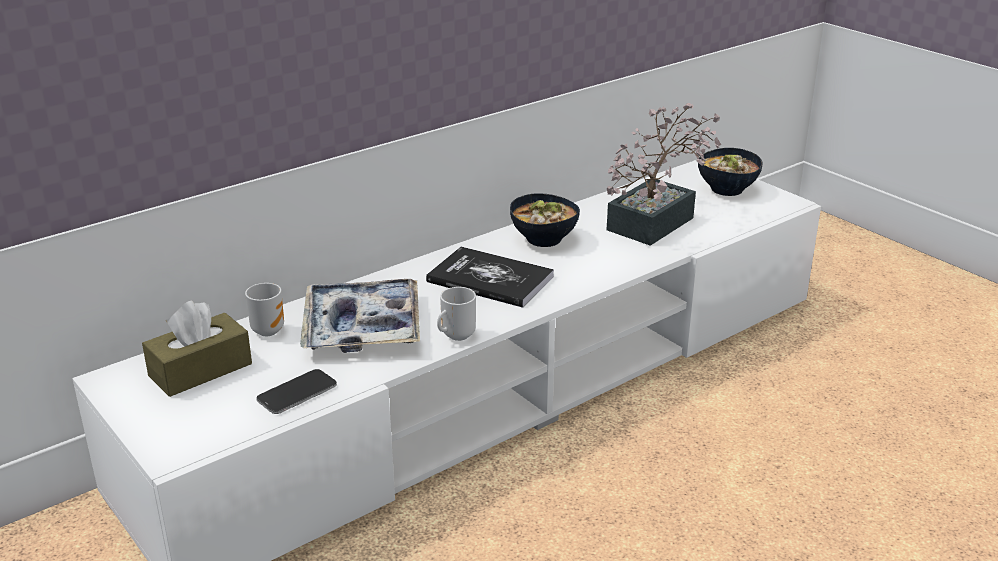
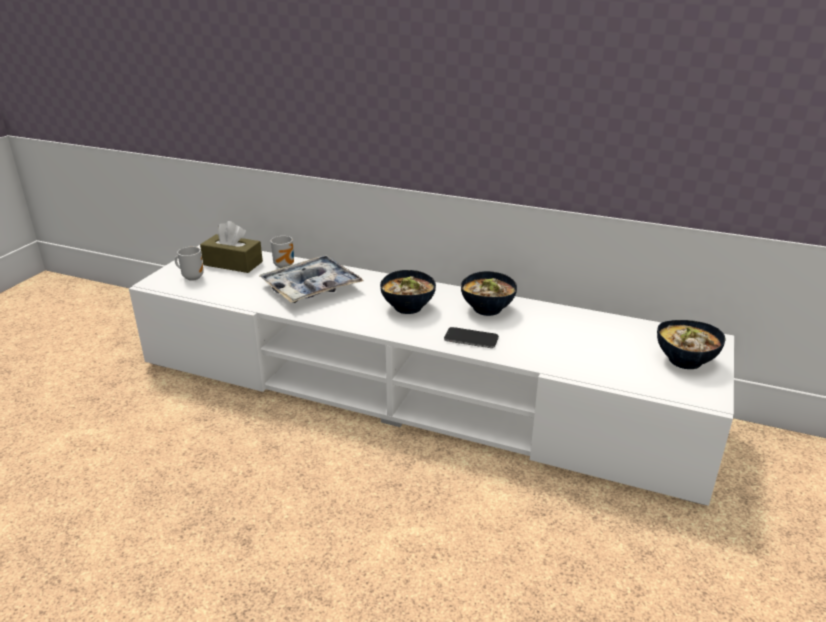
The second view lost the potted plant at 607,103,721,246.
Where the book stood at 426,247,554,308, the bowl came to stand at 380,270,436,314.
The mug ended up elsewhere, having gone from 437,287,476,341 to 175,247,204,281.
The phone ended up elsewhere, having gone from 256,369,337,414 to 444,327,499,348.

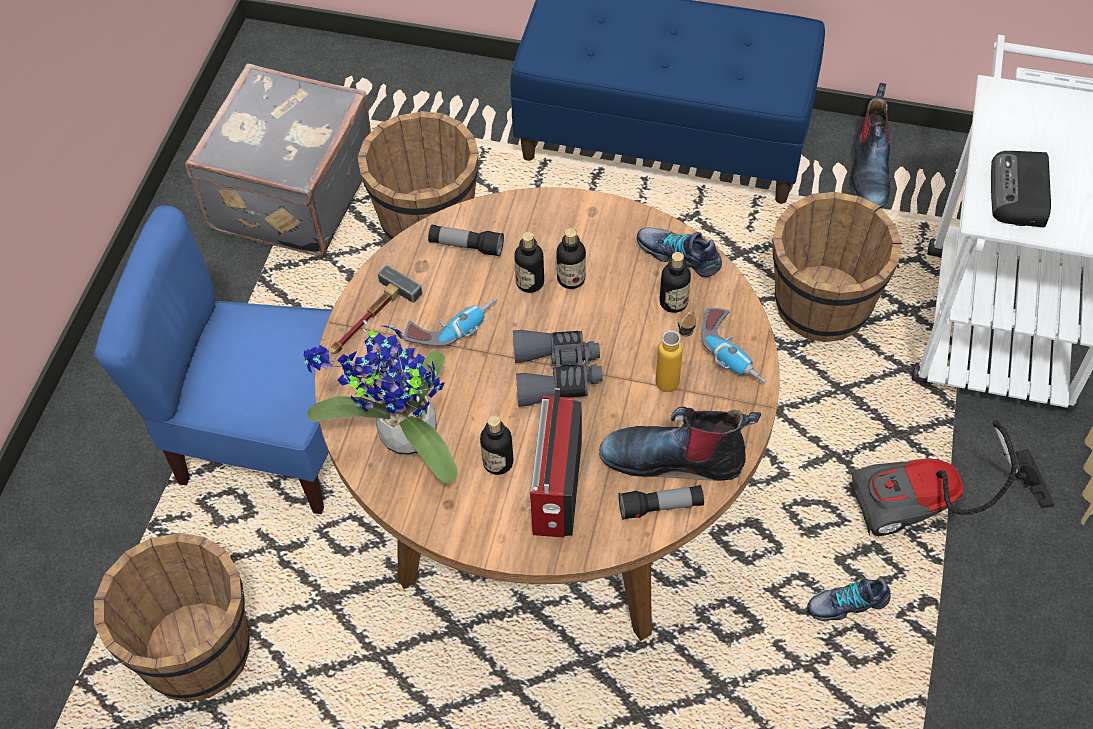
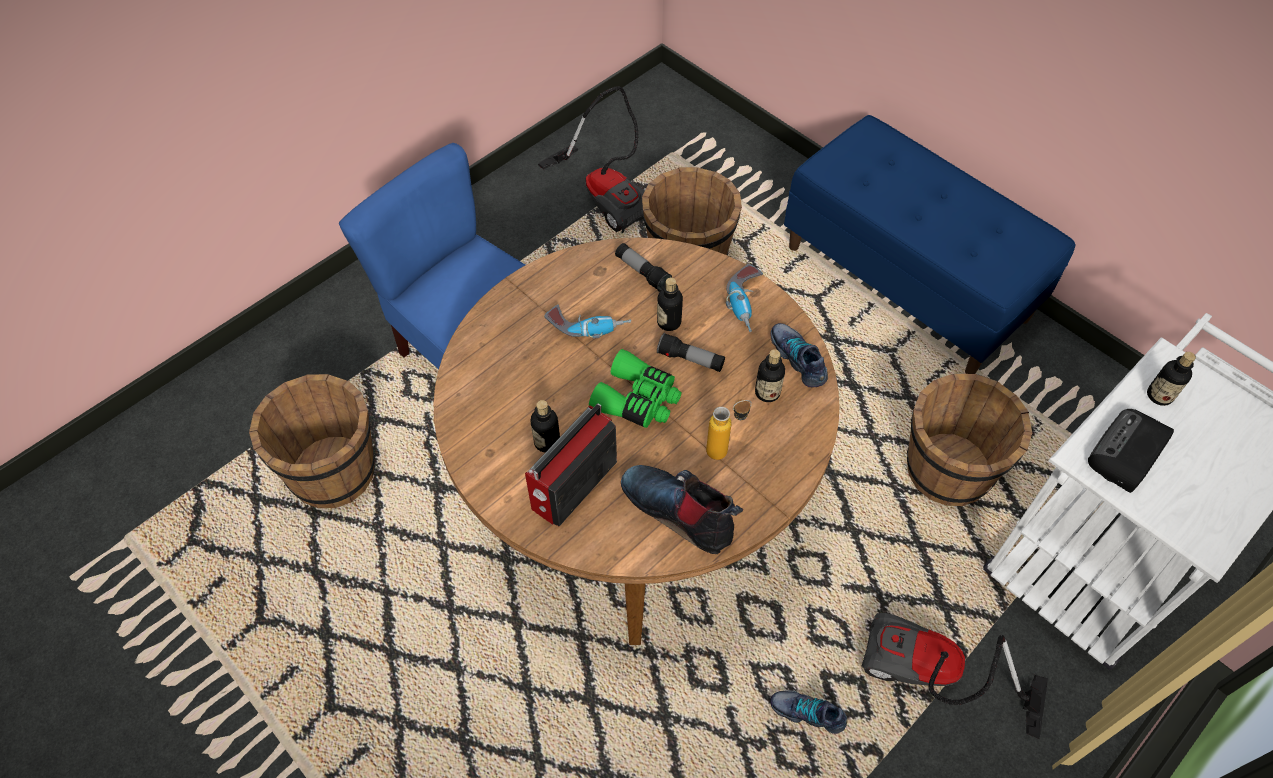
Where the grey suitcase stood at 185,64,371,256, the vacuum cleaner came to stand at 538,86,645,233.
The second view lost the boot at 849,83,890,207.
The bottle ended up elsewhere, having gone from 557,228,586,289 to 1147,352,1196,406.
The second view lost the hammer at 330,265,422,354.
The power drill ended up elsewhere, having gone from 702,308,766,383 to 726,264,763,332.
The second view lost the potted plant at 303,320,458,483.
What was the grey binoculars at 513,330,603,407 turned into the green binoculars at 589,349,681,428.
The flashlight ended up elsewhere, having gone from 619,485,704,520 to 657,333,725,372.

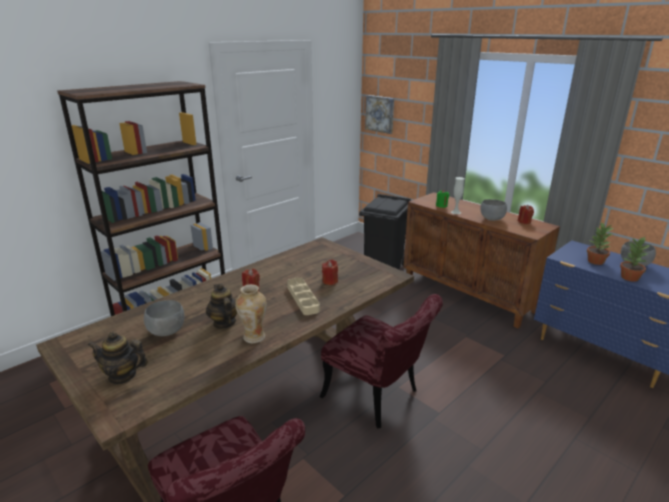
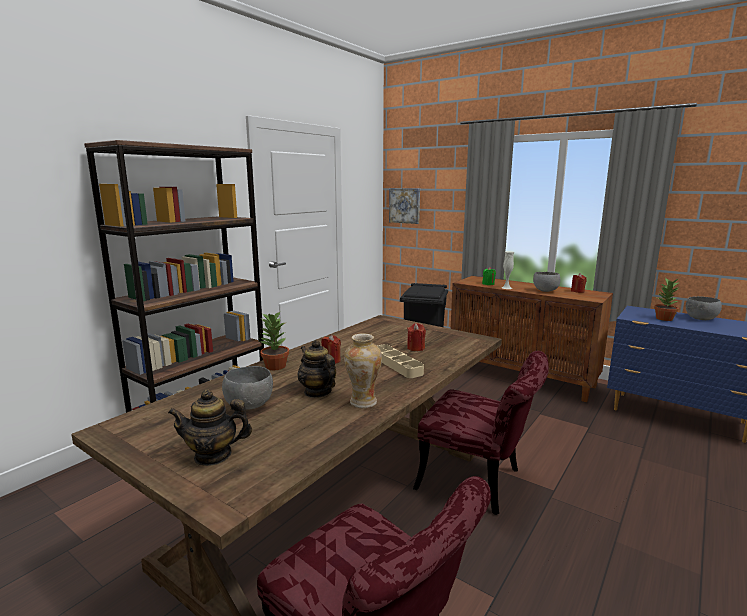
The potted plant ended up elsewhere, having gone from 620,237,650,282 to 260,311,289,370.

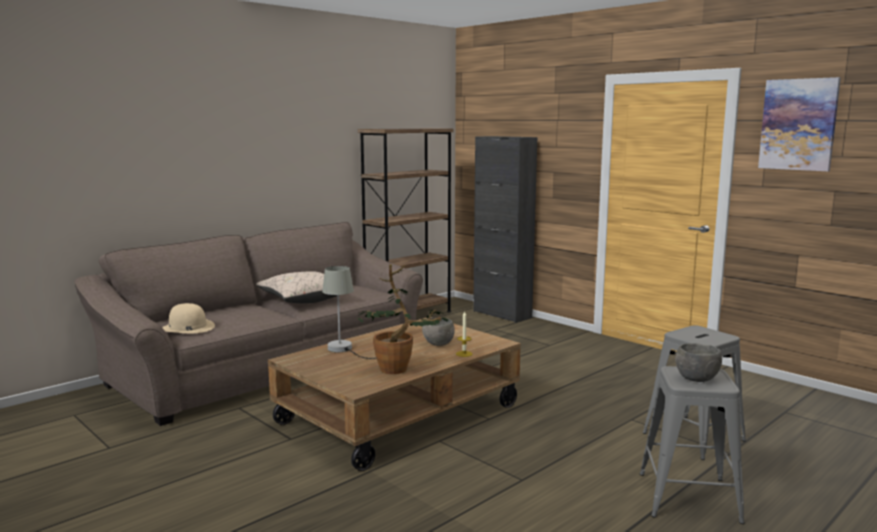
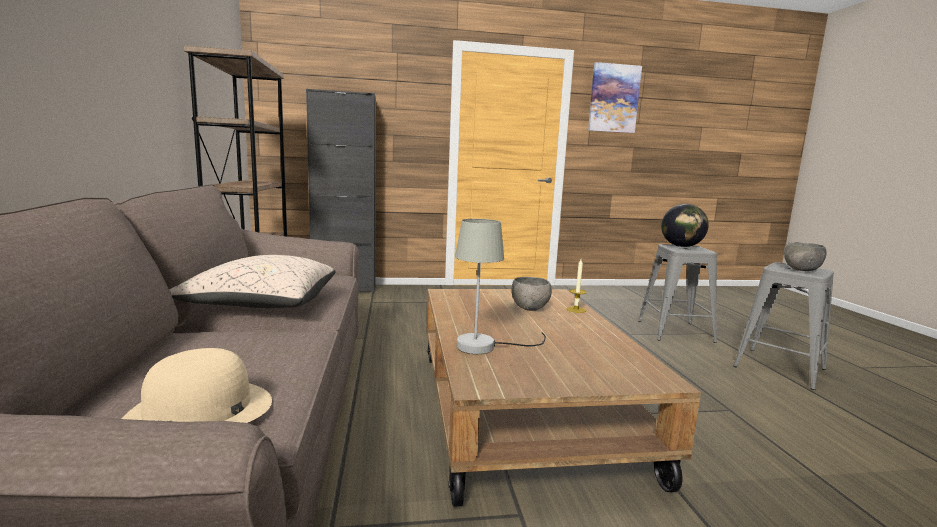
The second view lost the potted plant at 357,264,450,374.
The second view gained the globe at 661,204,709,247.

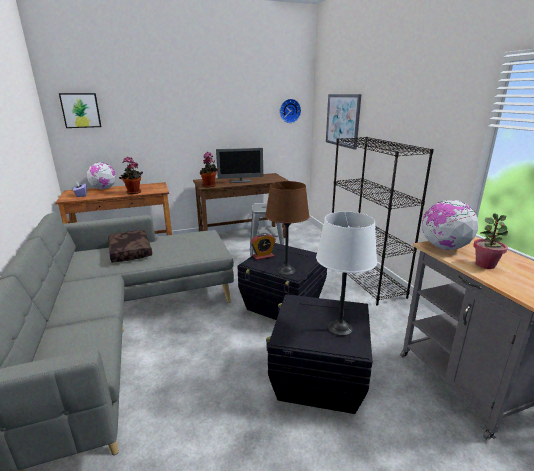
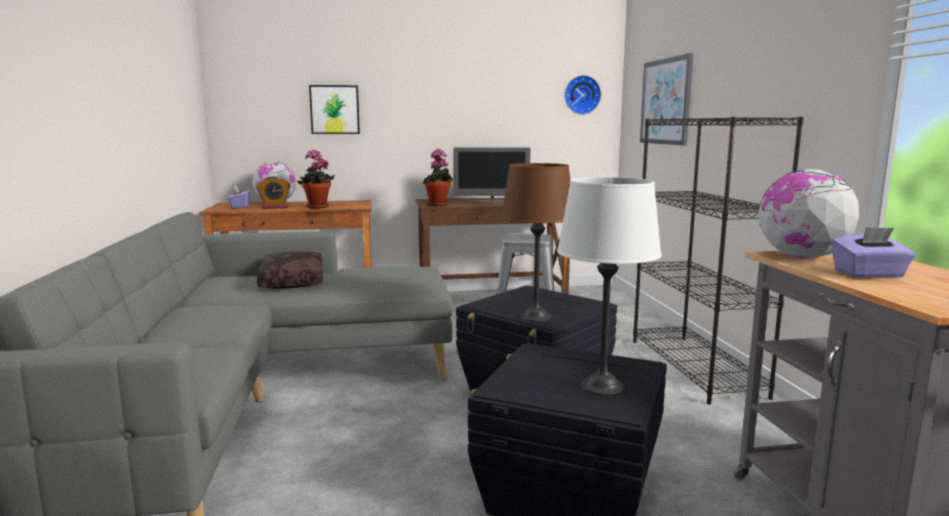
The picture ended up elsewhere, having gone from 59,93,102,128 to 309,85,360,134.
Where the potted plant stood at 473,213,508,269, the purple tissue box came to stand at 831,227,916,278.
The alarm clock ended up elsewhere, having gone from 250,233,276,260 to 257,176,290,209.

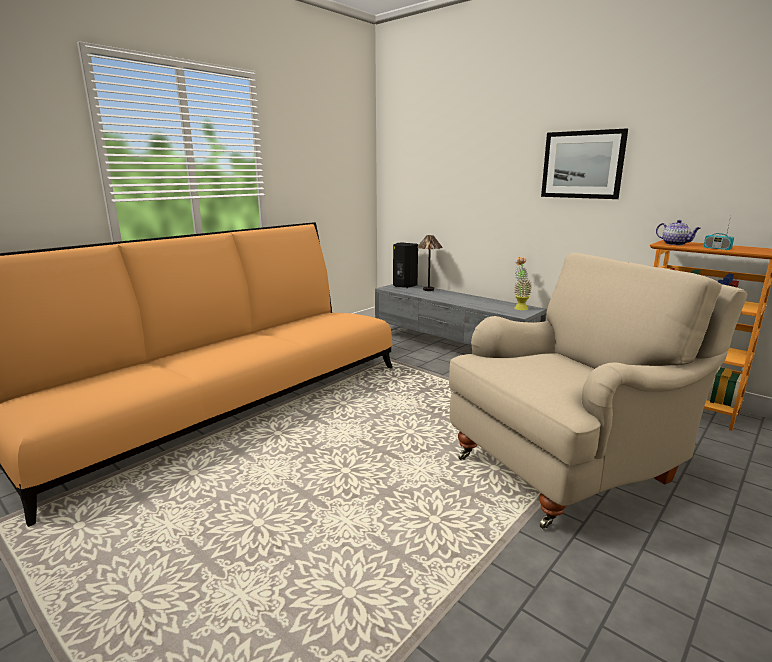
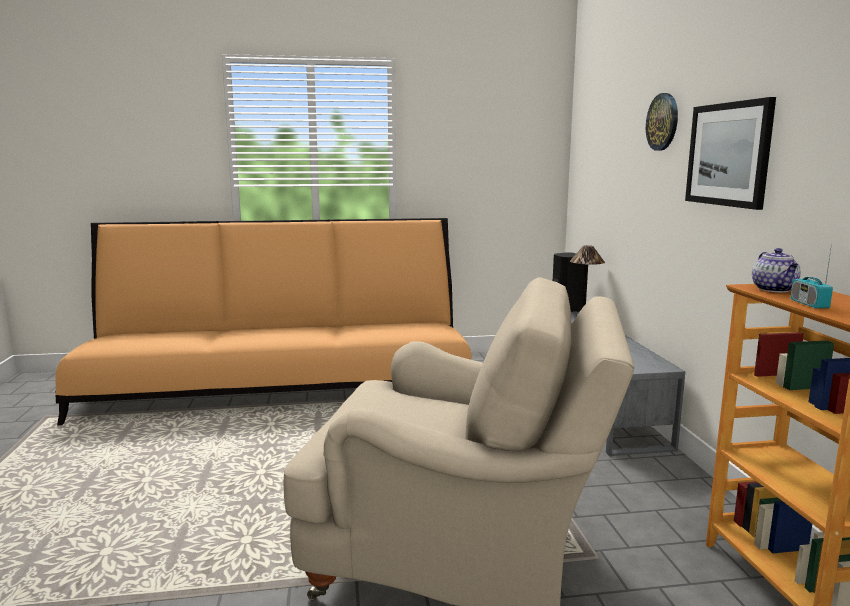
The second view lost the potted plant at 514,257,532,310.
The second view gained the wall clock at 646,93,678,151.

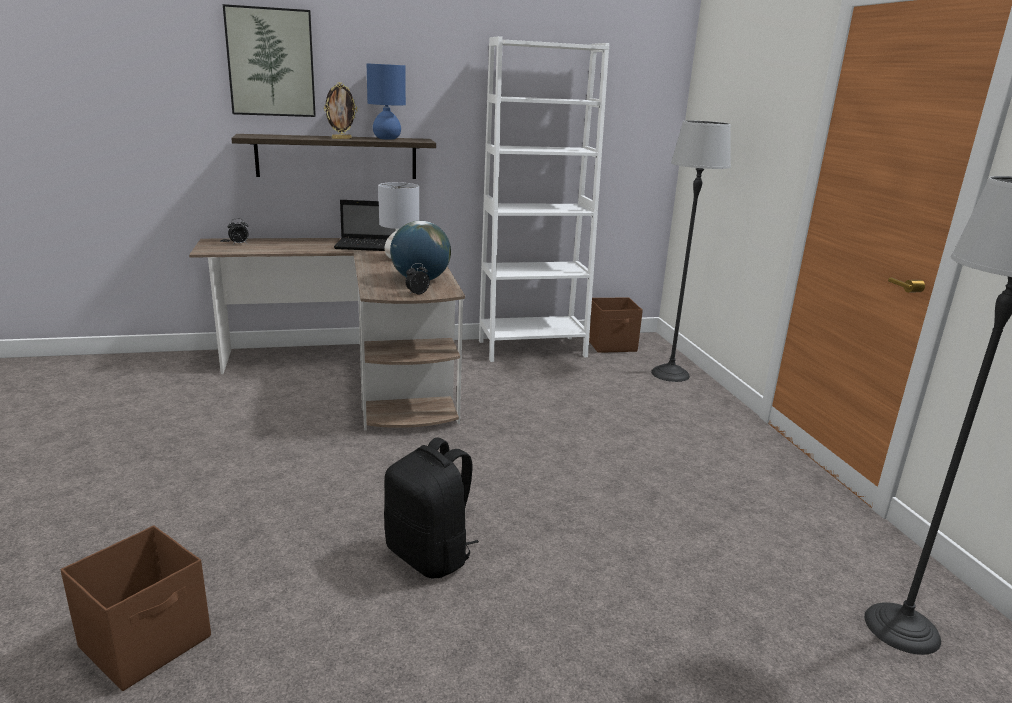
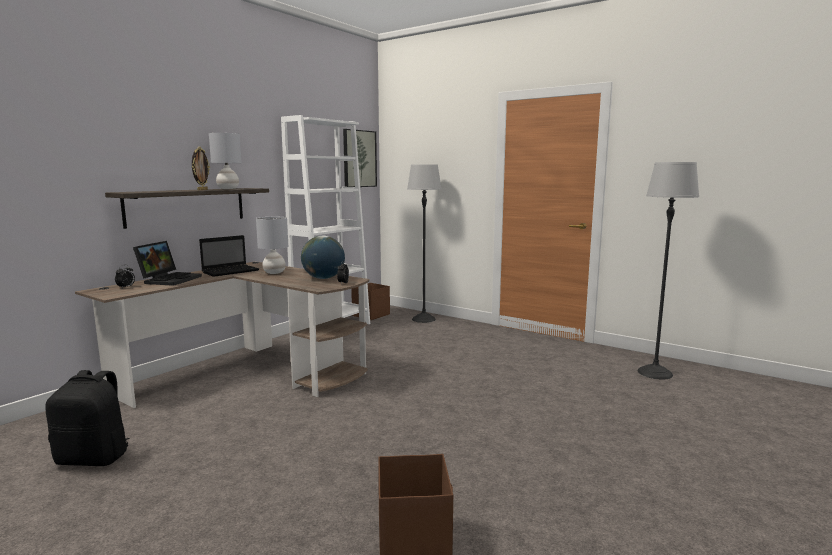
The picture ended up elsewhere, having gone from 223,4,316,117 to 343,129,377,187.
What was the blue table lamp at 367,63,406,140 turned into the grey table lamp at 209,133,242,189.
The black backpack ended up elsewhere, having gone from 384,437,479,578 to 45,370,129,466.
The second view gained the laptop at 133,241,202,286.

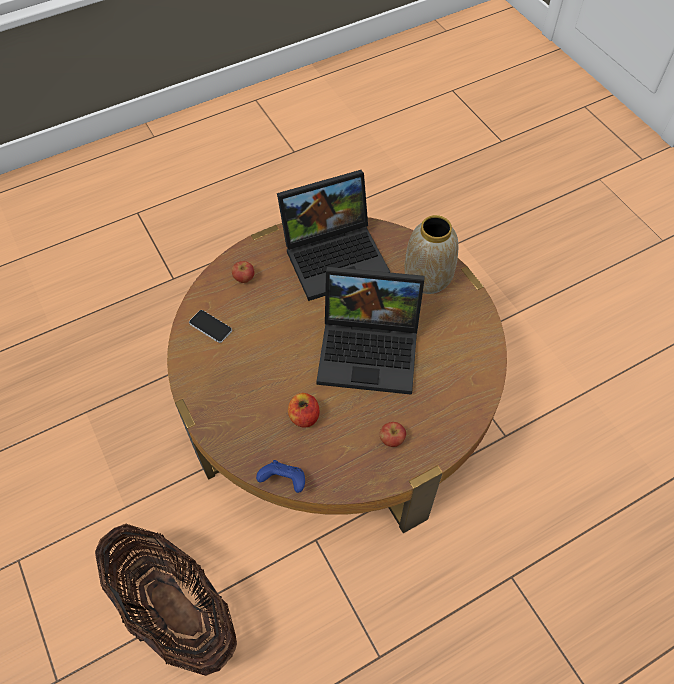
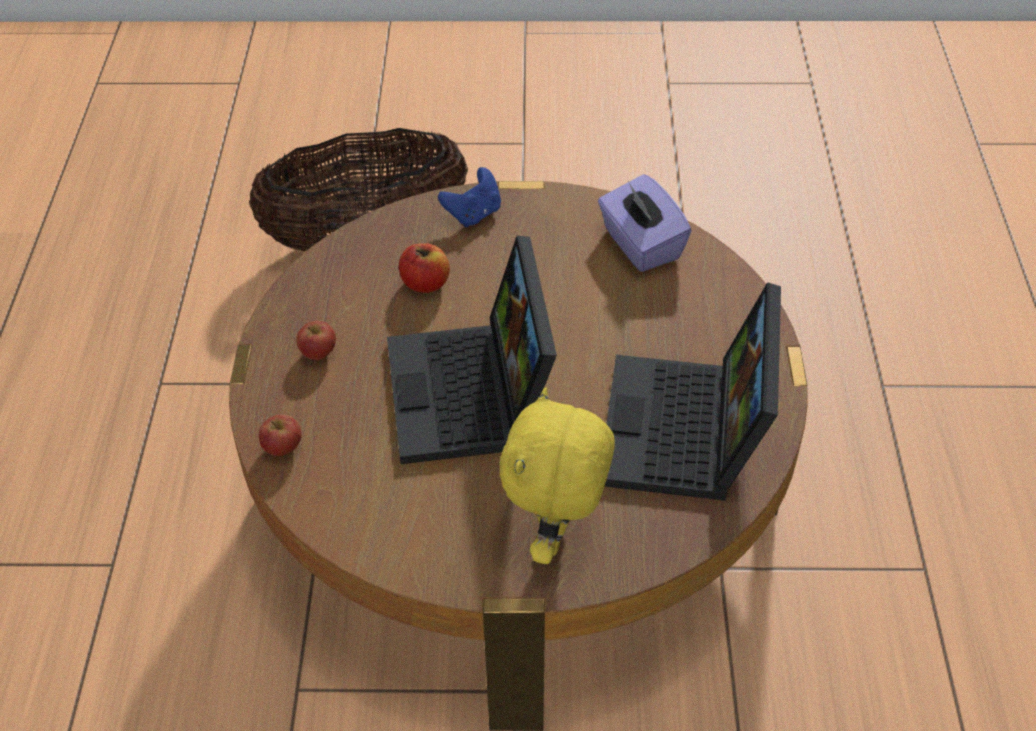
Where the vase stood at 404,215,458,294, the yellow plush toy came to stand at 500,387,615,564.
The apple ended up elsewhere, having gone from 232,261,255,283 to 259,414,302,456.
The laptop at 316,267,425,395 ended up facing another way, 45 degrees counterclockwise from before.
Where the phone stood at 189,310,232,343, the purple tissue box came to stand at 598,174,692,272.
The blue game controller ended up elsewhere, having gone from 256,460,305,493 to 438,167,501,227.

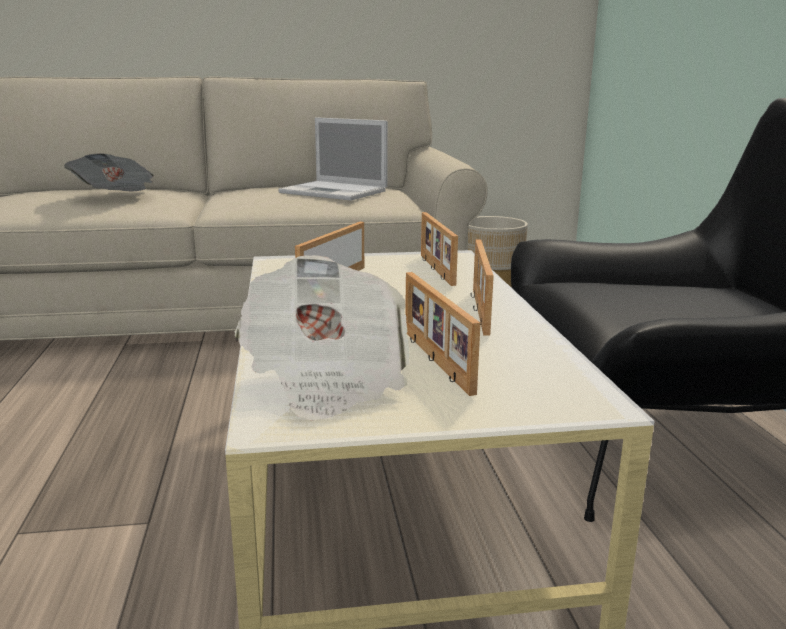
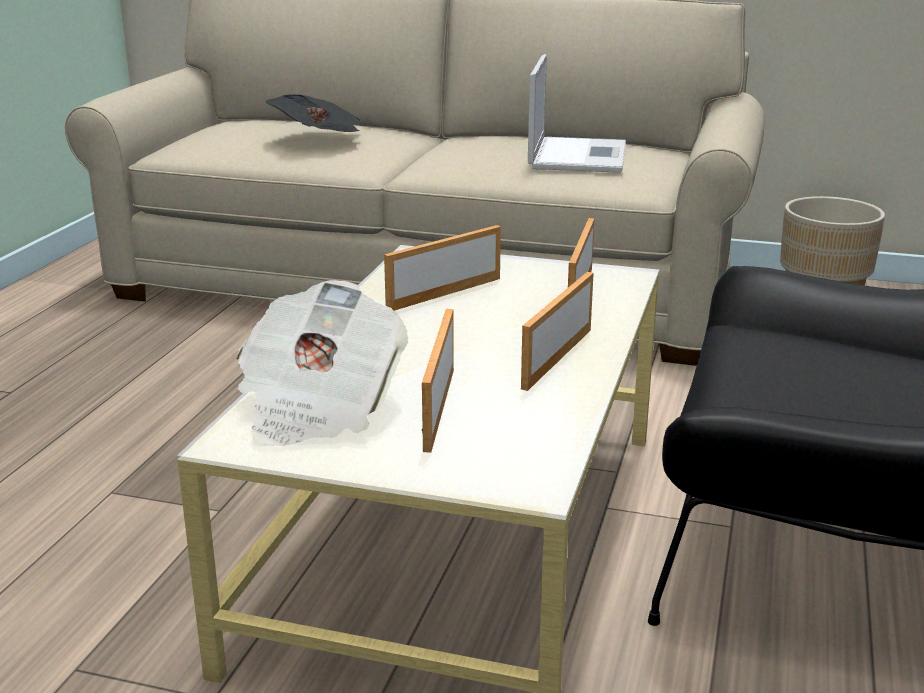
The laptop at 278,117,388,201 ended up facing another way, 135 degrees counterclockwise from before.

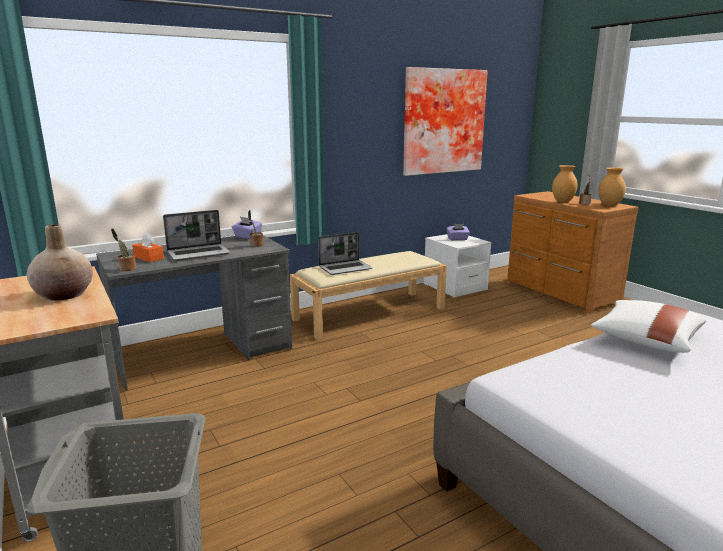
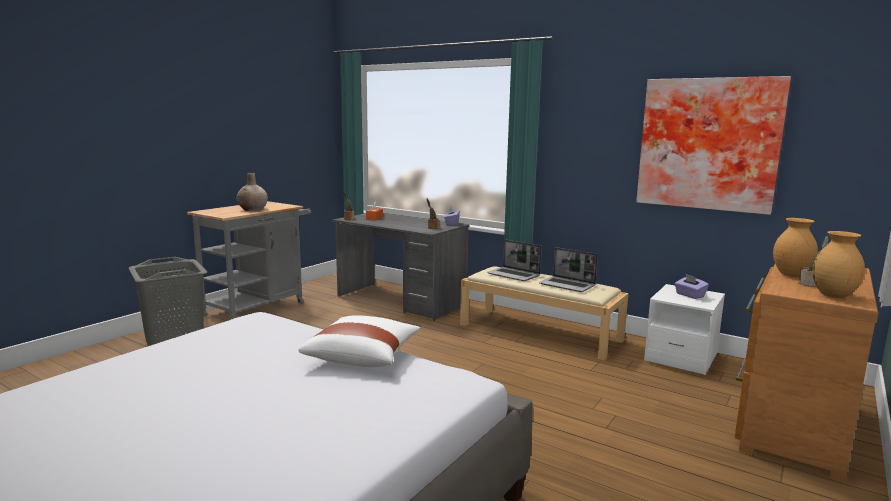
The laptop ended up elsewhere, having gone from 163,210,231,261 to 539,247,598,292.

